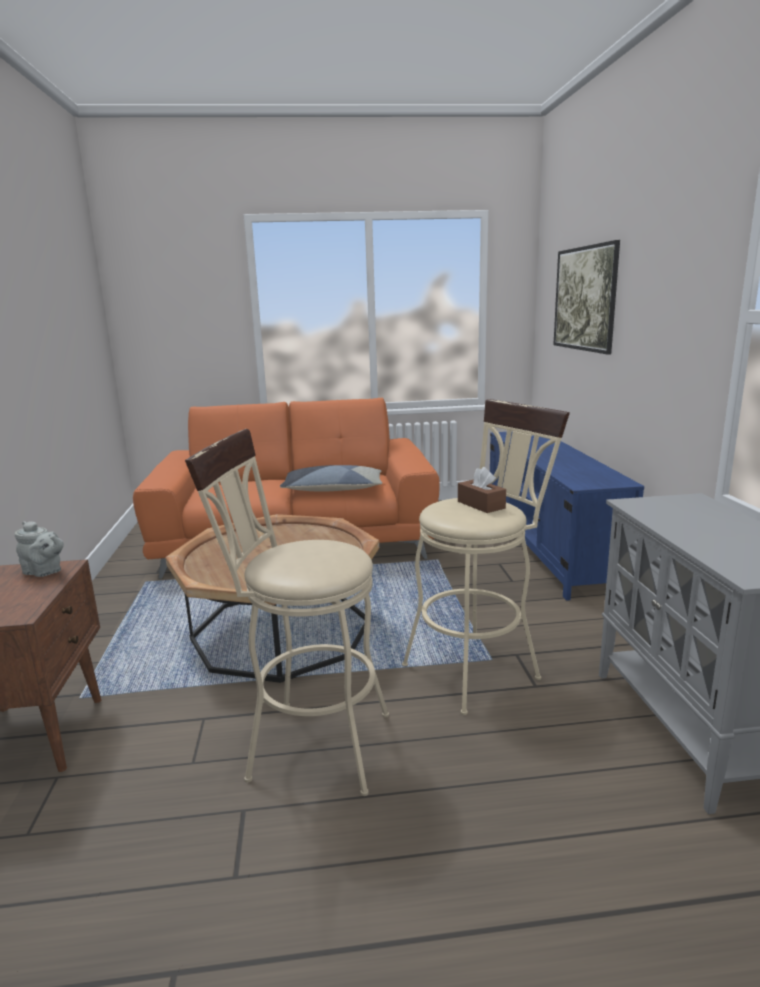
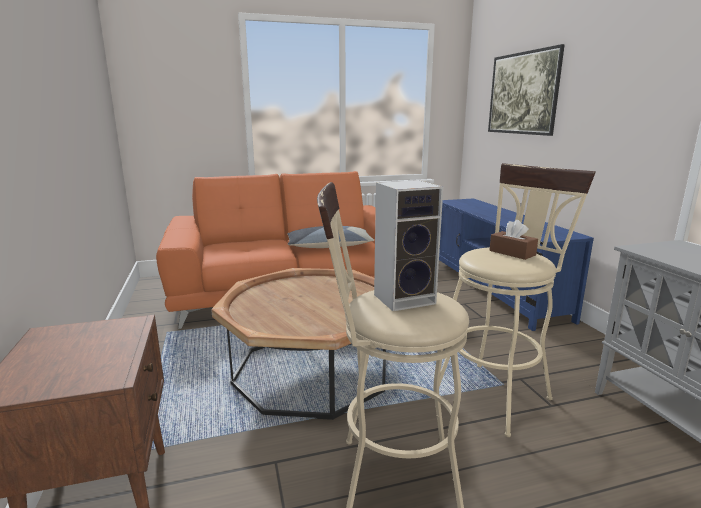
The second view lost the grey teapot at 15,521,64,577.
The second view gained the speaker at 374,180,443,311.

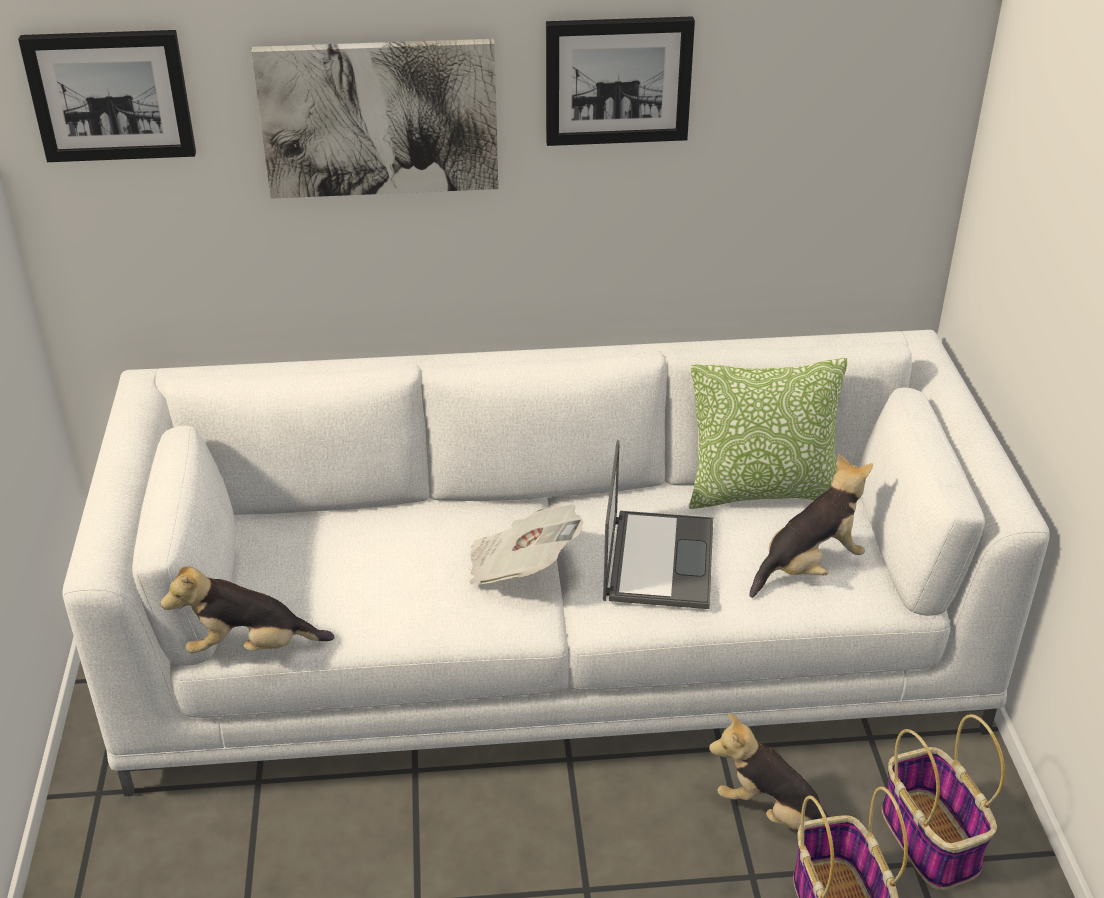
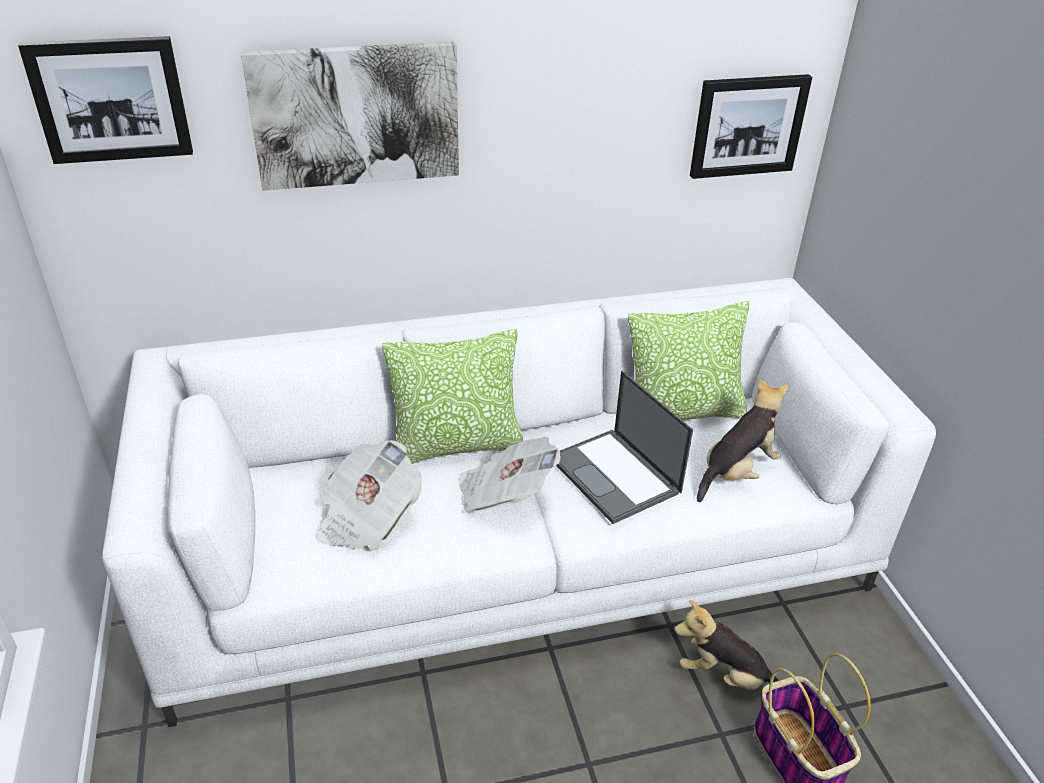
The picture ended up elsewhere, having gone from 546,16,695,146 to 690,74,812,179.
The laptop at 603,440,713,609 ended up facing another way, 150 degrees clockwise from before.
The second view lost the plush toy at 160,567,334,654.
The second view lost the basket at 882,714,1005,890.
The second view gained the pillow at 382,329,523,464.
The second view gained the newspaper at 318,440,422,551.

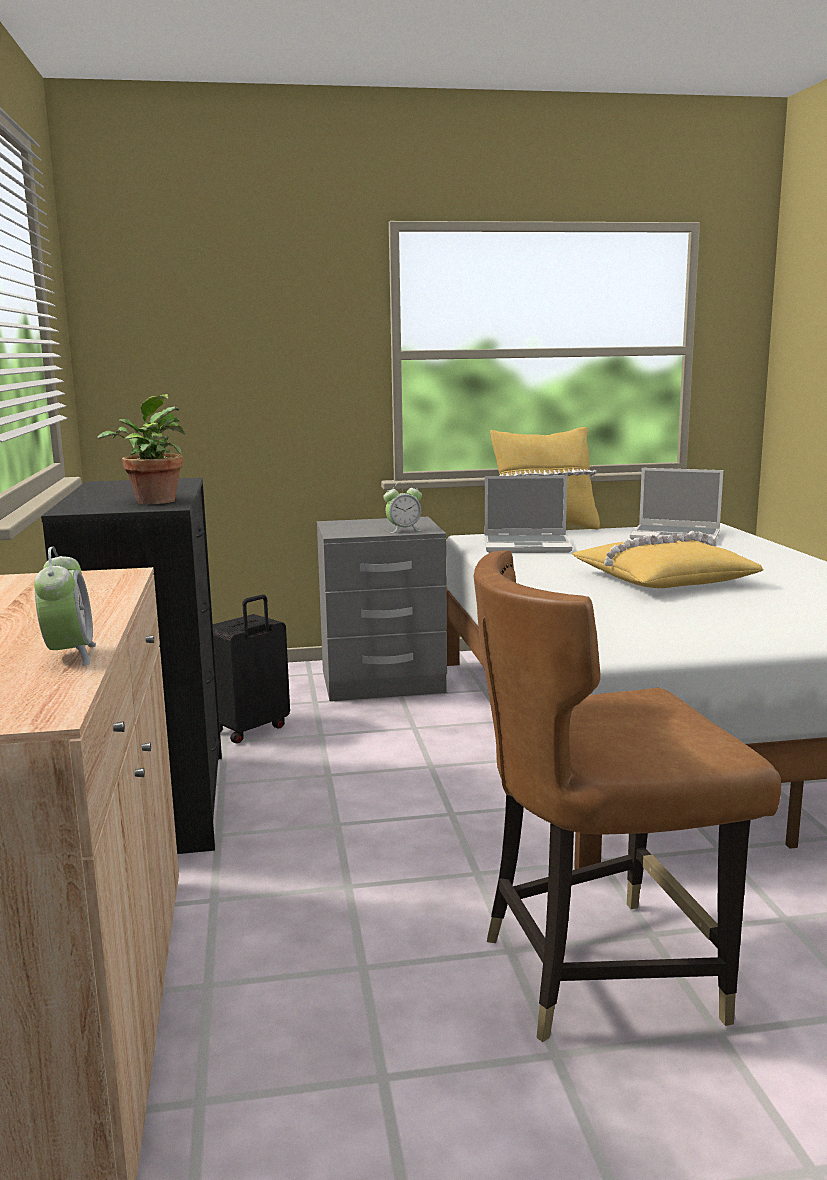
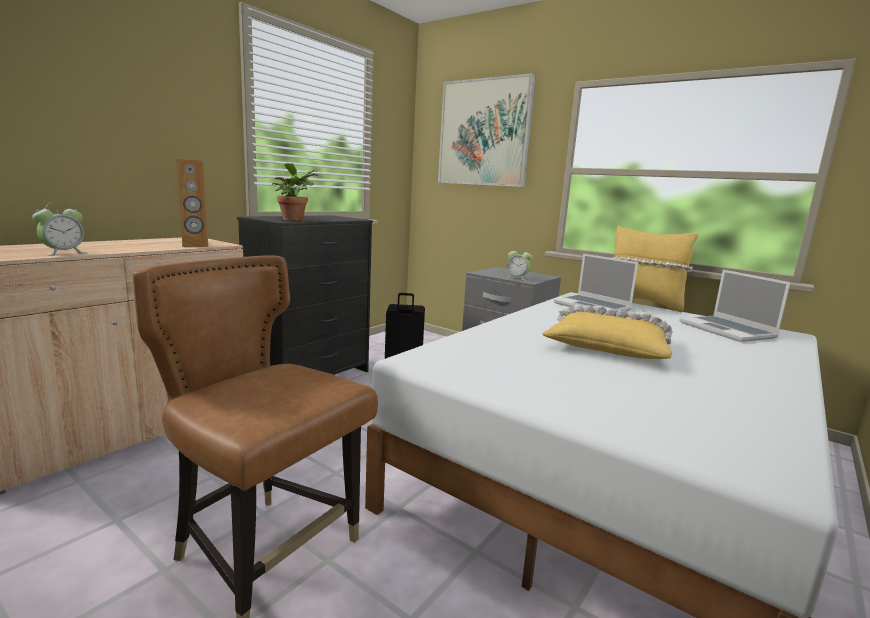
The second view gained the picture at 438,73,536,187.
The second view gained the brown speaker at 176,159,208,247.

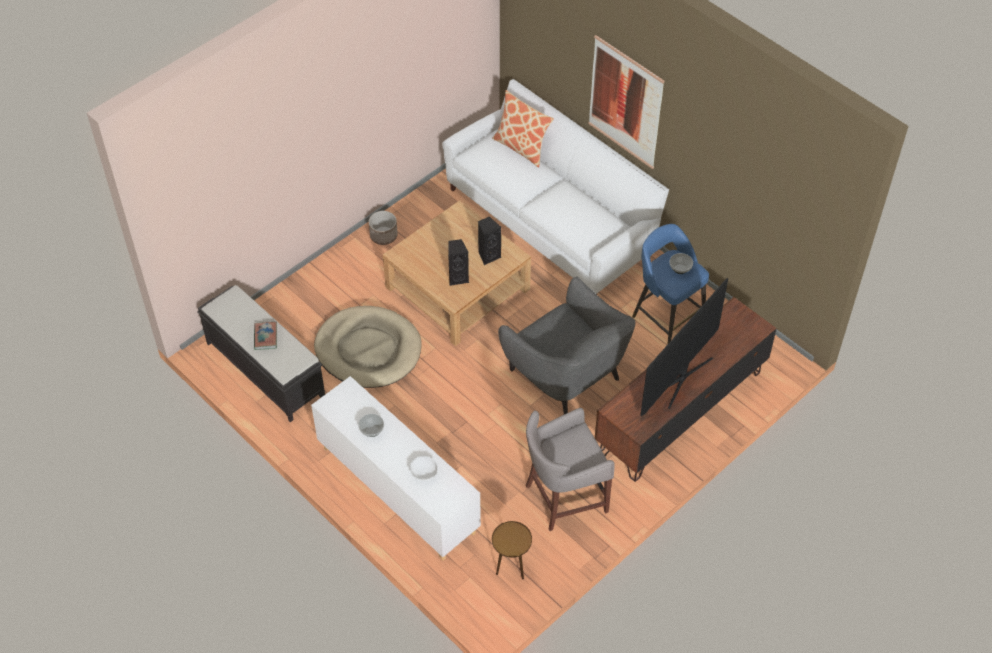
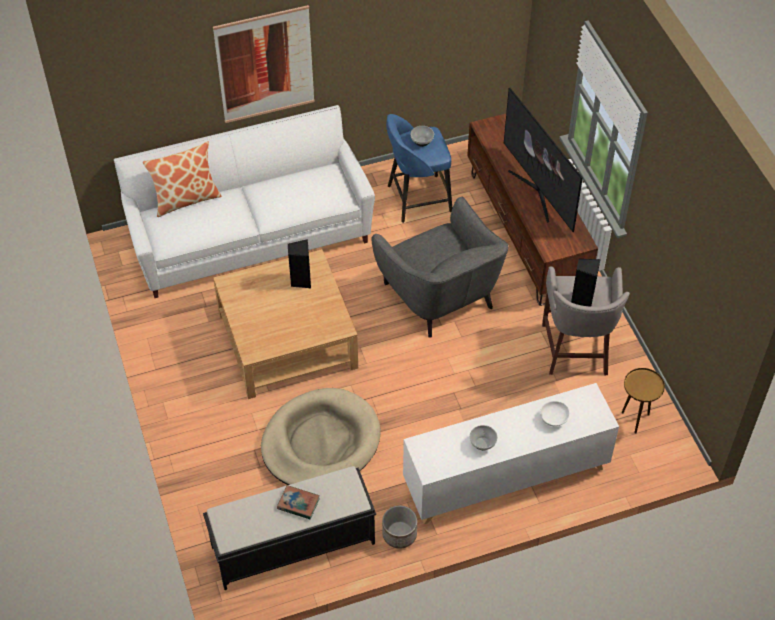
The planter ended up elsewhere, having gone from 369,211,398,245 to 382,506,417,549.
The black speaker ended up elsewhere, having gone from 448,239,469,286 to 571,259,600,307.
The grey armchair at 498,277,636,414 ended up facing another way, 75 degrees clockwise from before.

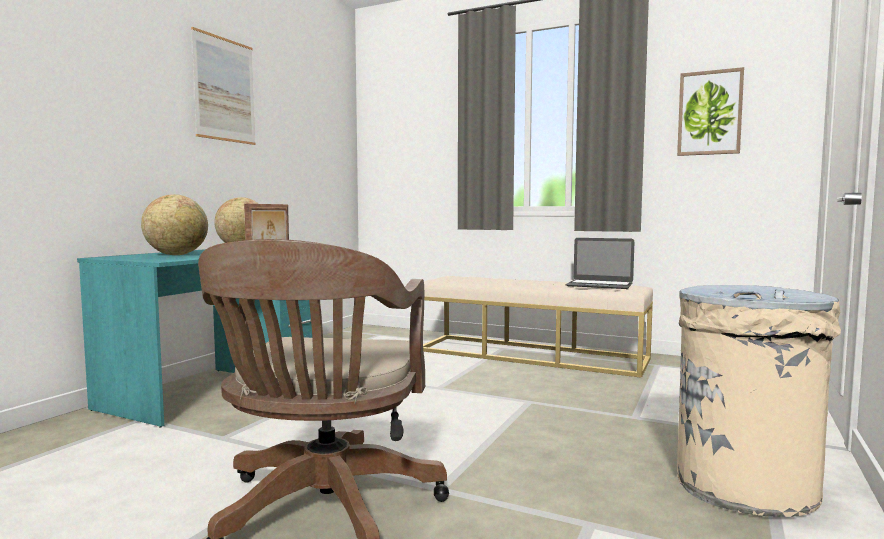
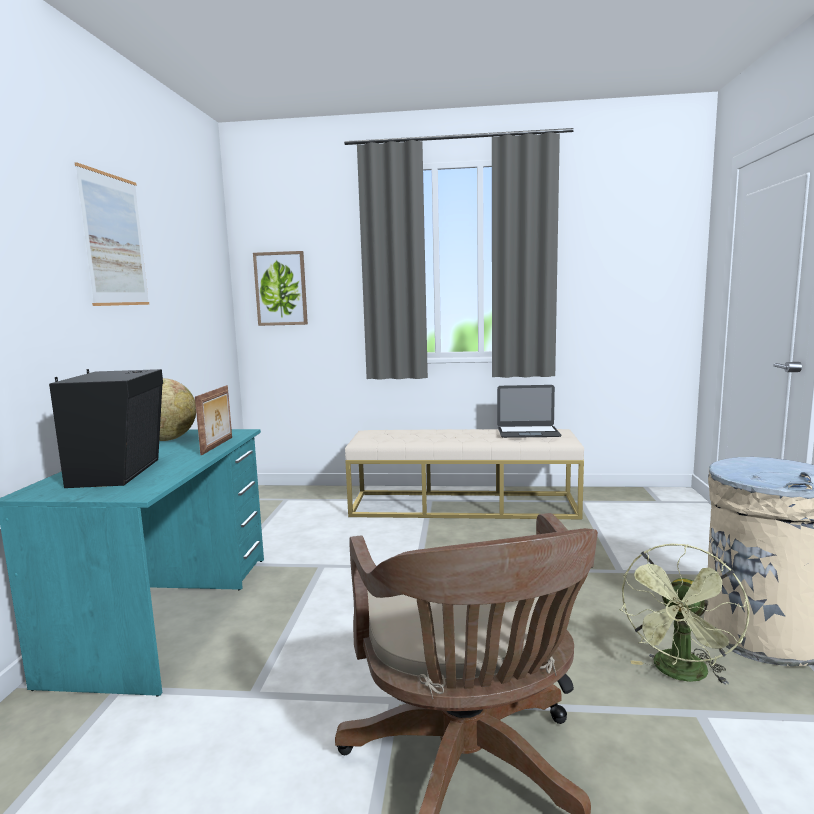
The picture ended up elsewhere, having gone from 677,67,744,156 to 253,251,308,326.
Where the globe stood at 141,194,208,255, the black speaker came to stand at 49,369,163,488.
The second view gained the green fan at 620,544,750,685.

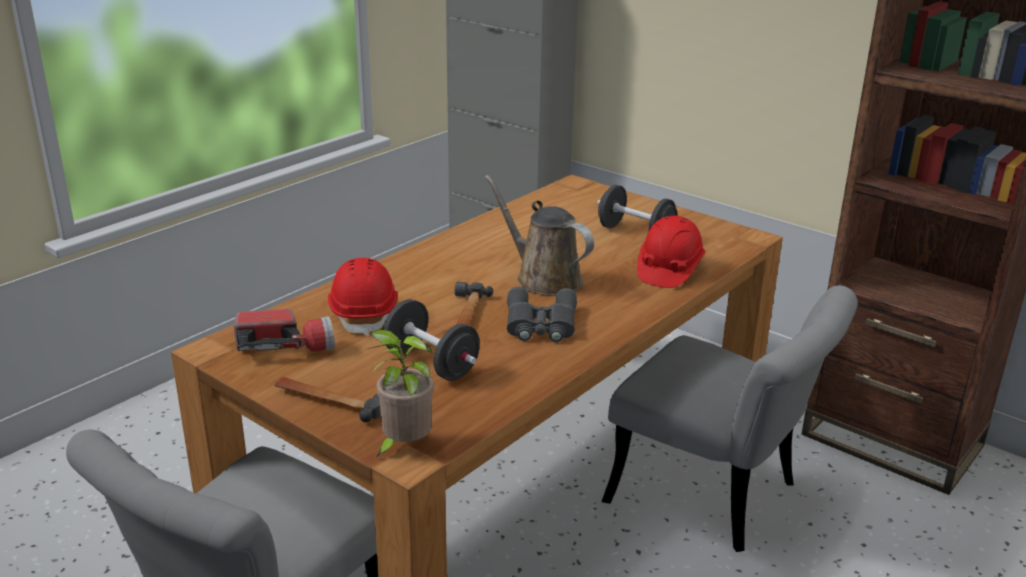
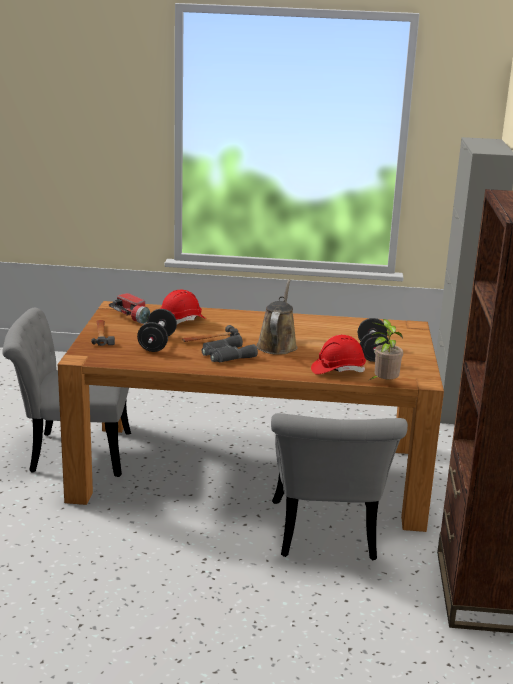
The potted plant ended up elsewhere, having gone from 364,330,434,457 to 370,319,403,380.

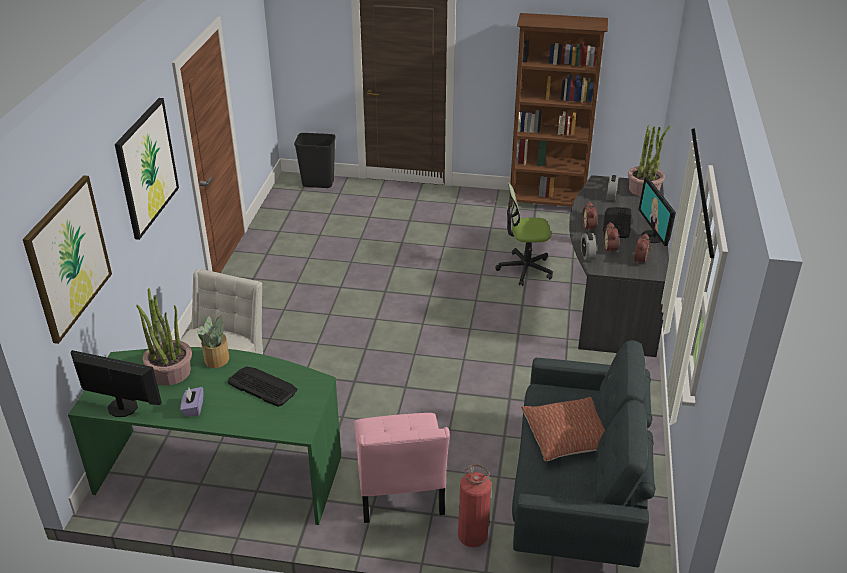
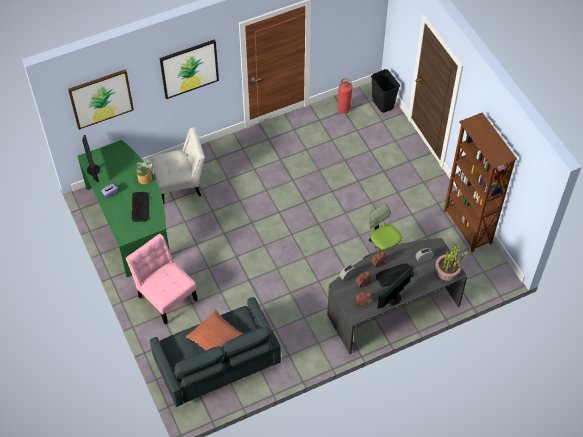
The second view lost the potted plant at 136,288,192,385.
The pink chair at 354,413,450,523 ended up facing another way, 90 degrees clockwise from before.
The fire extinguisher ended up elsewhere, having gone from 458,464,492,547 to 337,78,352,114.

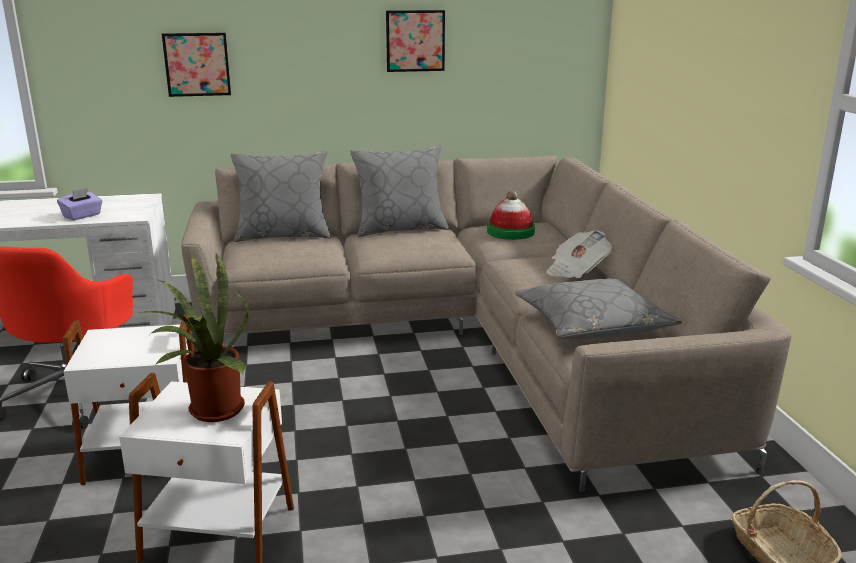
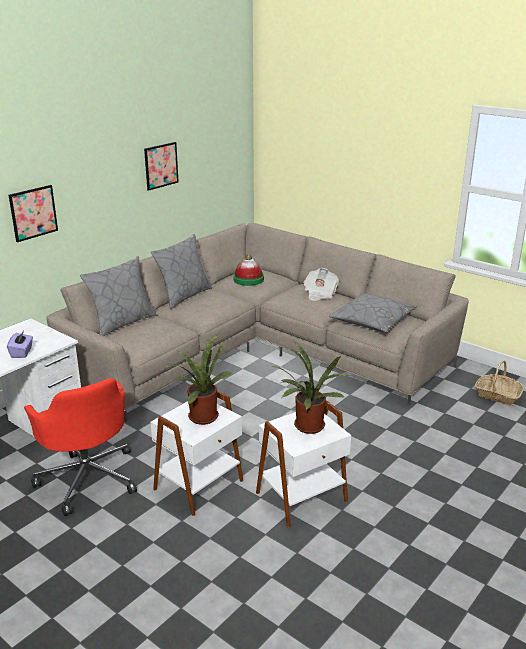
The second view gained the potted plant at 164,334,232,425.

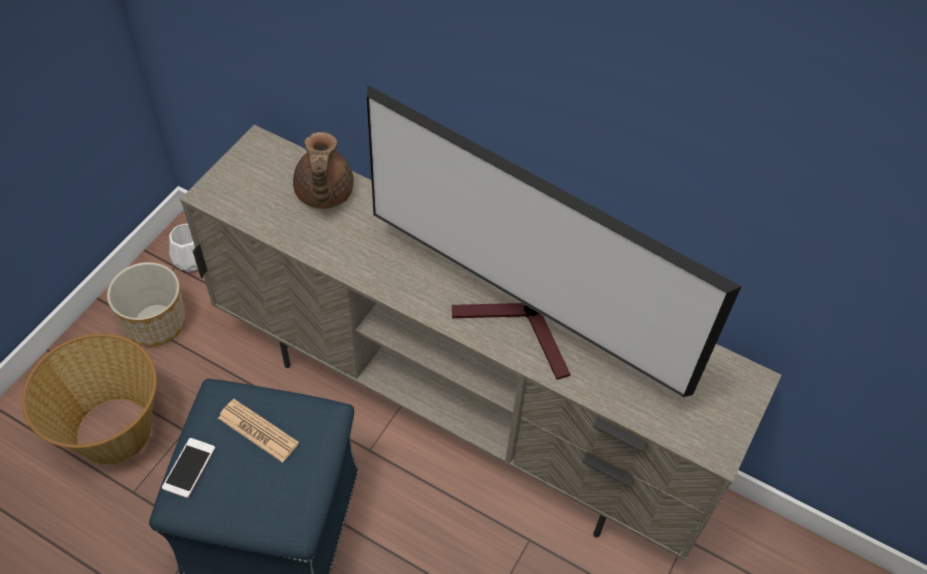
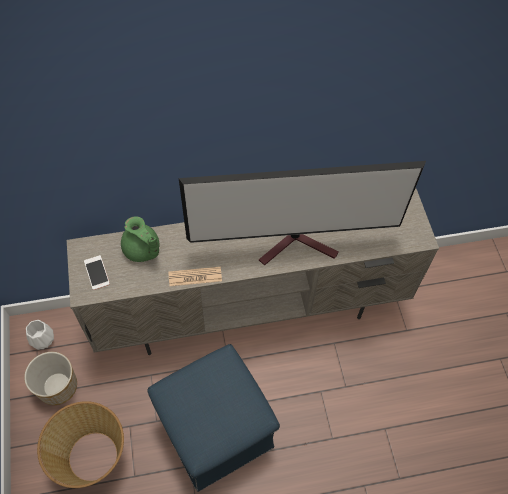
What was the brown teapot at 293,132,354,209 turned into the green teapot at 121,216,159,262.
The newspaper ended up elsewhere, having gone from 218,399,299,463 to 168,267,222,286.
The phone ended up elsewhere, having gone from 162,438,215,498 to 84,255,110,290.

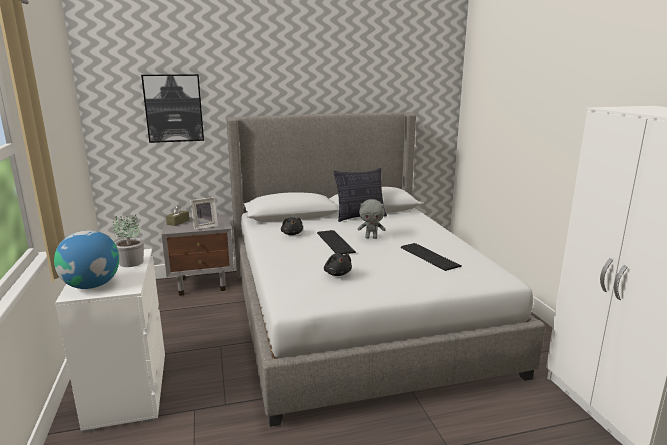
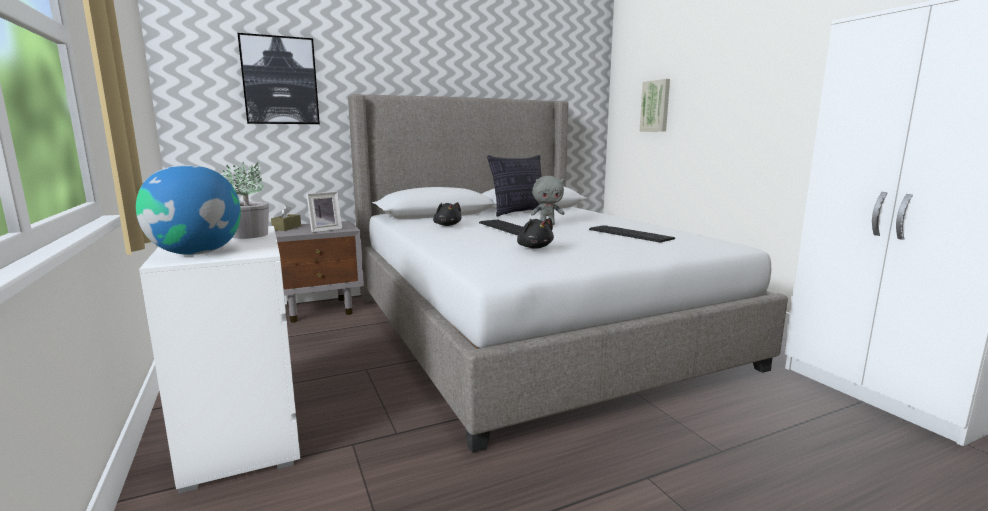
The second view gained the picture at 639,79,670,132.

